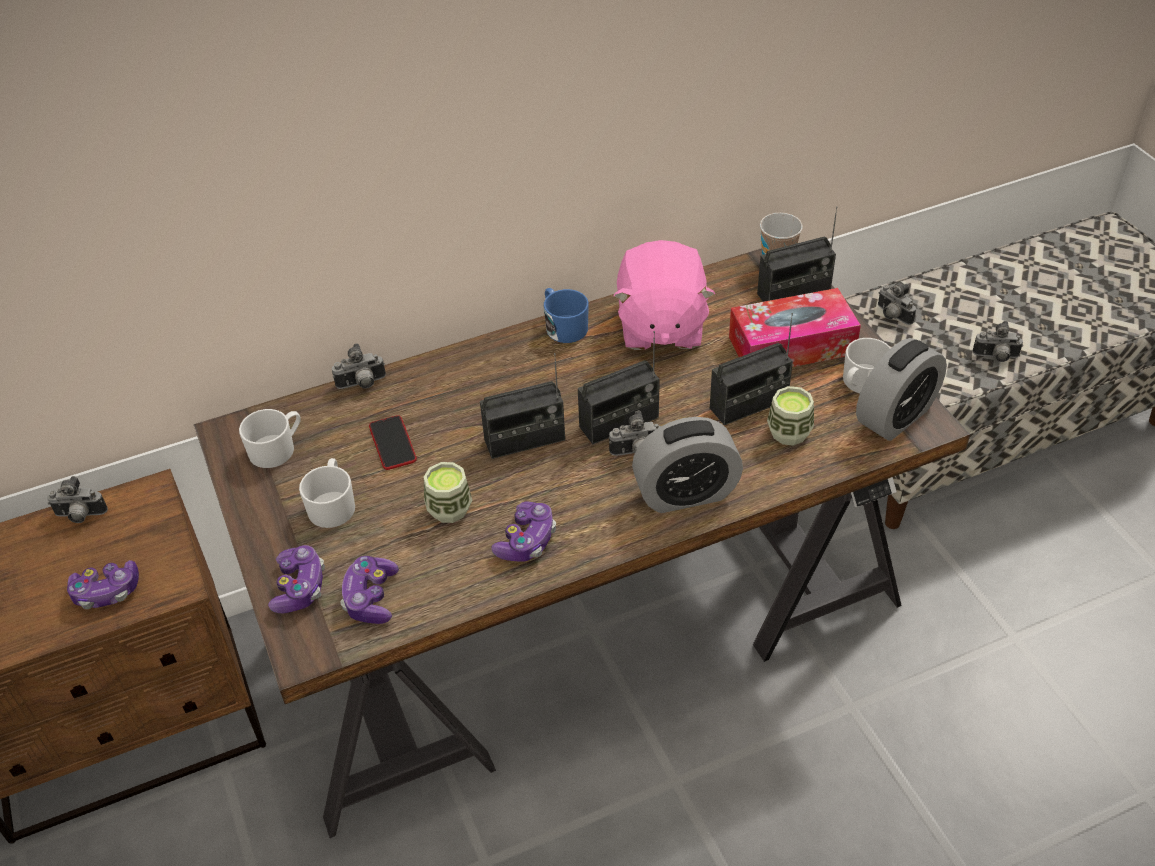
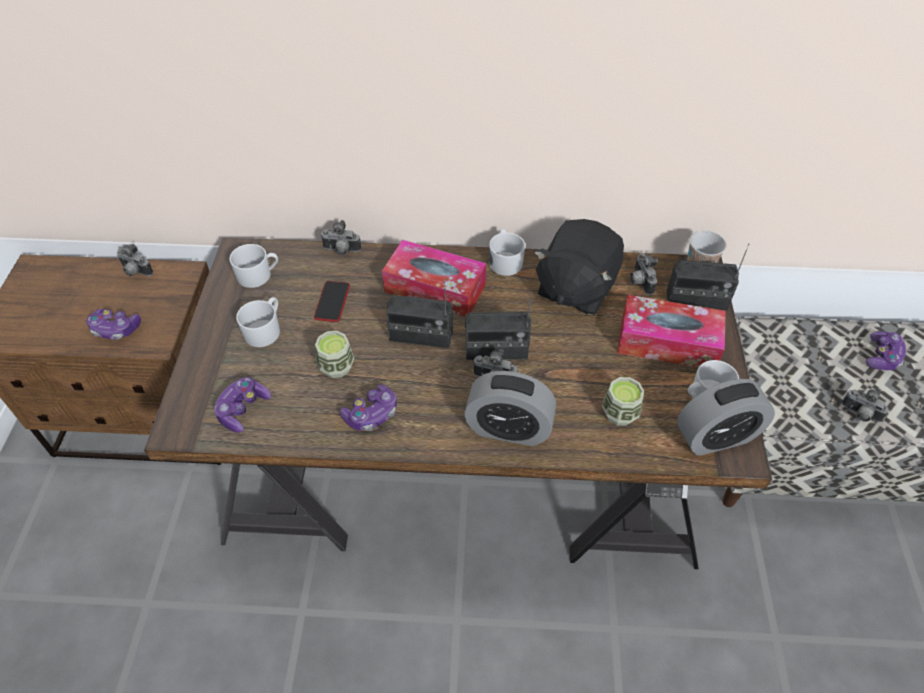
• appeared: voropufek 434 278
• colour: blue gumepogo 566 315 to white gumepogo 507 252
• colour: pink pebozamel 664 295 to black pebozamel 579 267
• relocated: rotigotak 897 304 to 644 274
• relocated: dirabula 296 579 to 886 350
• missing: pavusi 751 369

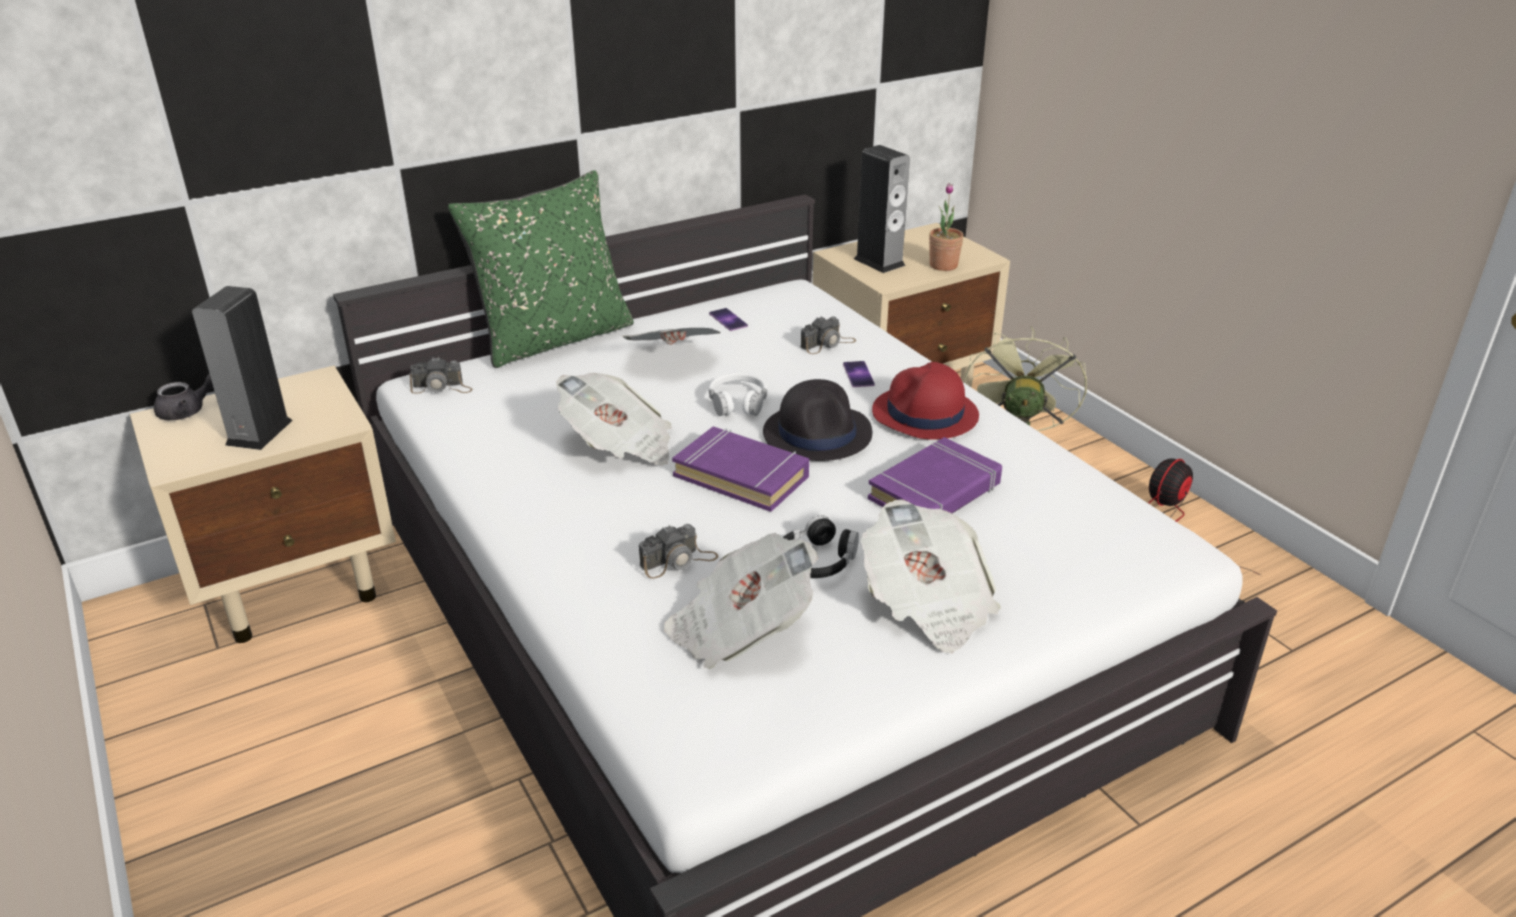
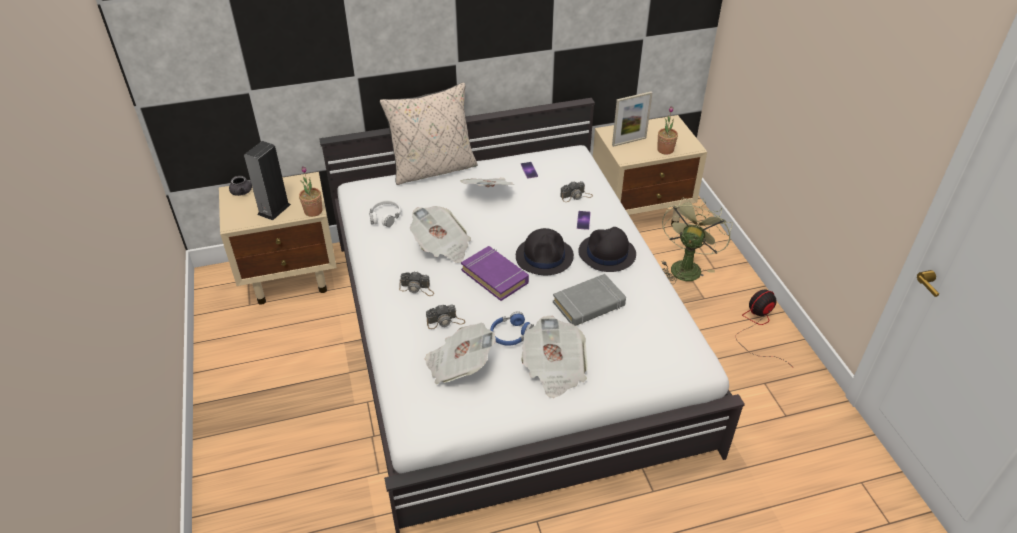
• appeared: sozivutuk 310 191
• relocated: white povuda 738 394 to 385 213
• colour: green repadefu 541 269 to beige repadefu 428 133
• relocated: rotigotak 441 375 to 416 284
• colour: black povuda 821 546 to blue povuda 512 328
• colour: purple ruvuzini 935 475 to grey ruvuzini 589 300
• colour: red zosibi 925 401 to black zosibi 607 249
• exchanged: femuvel 882 209 to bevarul 632 119

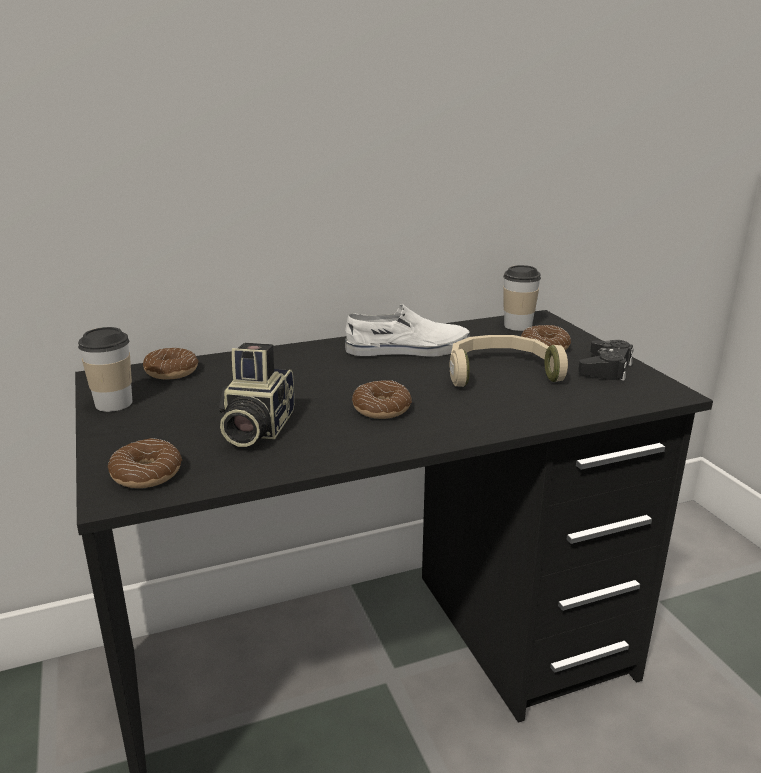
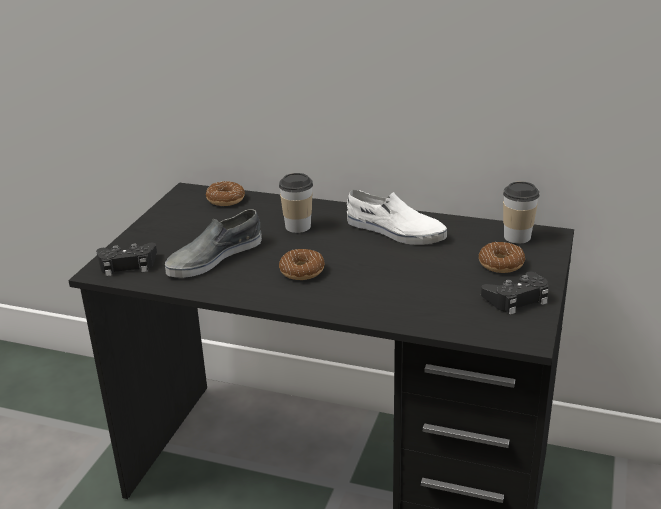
• exchanged: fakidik 145 463 to black dirabula 126 259
• exchanged: rotigotak 256 395 to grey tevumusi 213 243
• relocated: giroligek 105 369 to 296 203
• missing: beige povuda 509 361

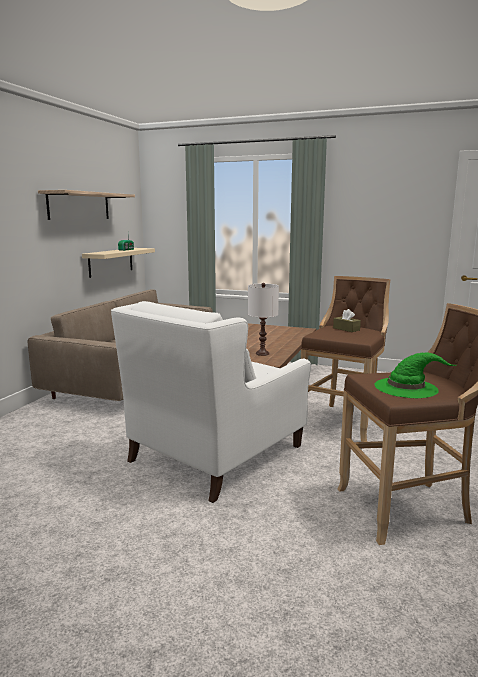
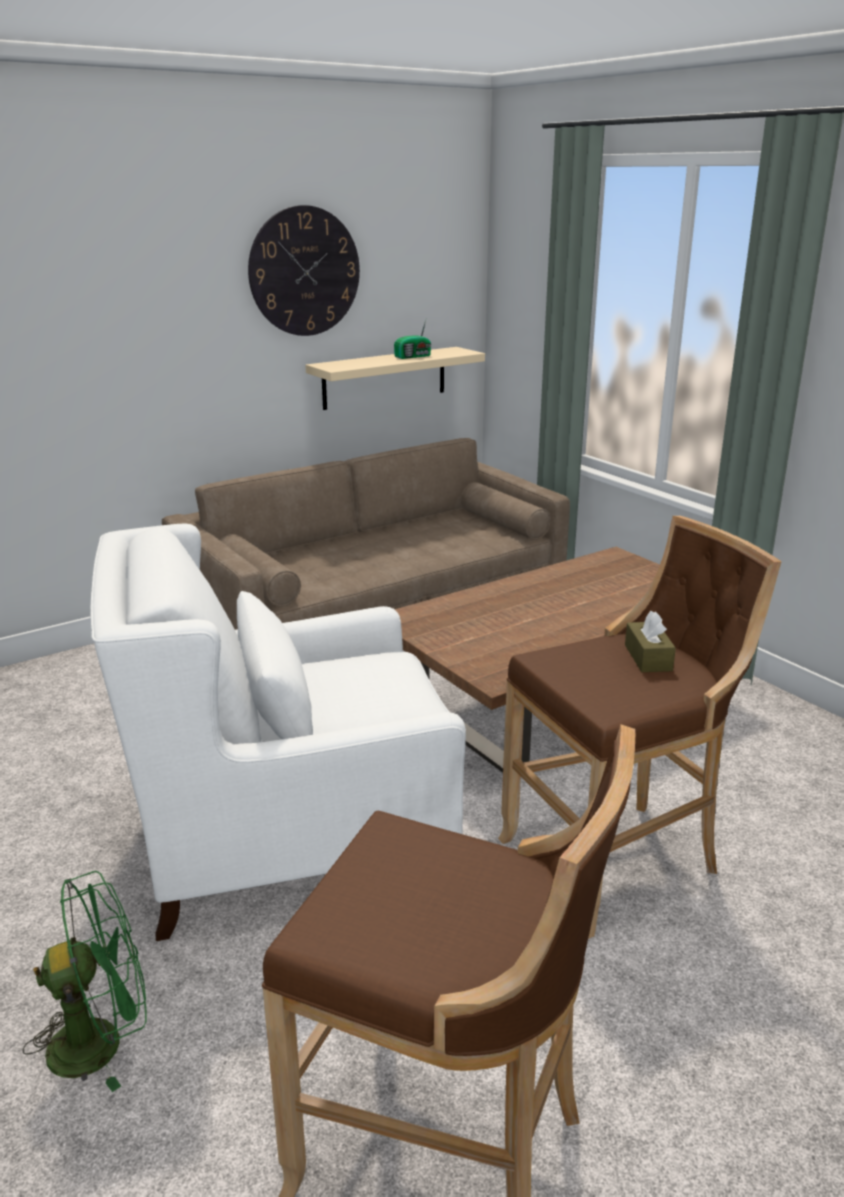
• appeared: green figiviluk 85 981
• exchanged: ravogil 86 205 to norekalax 304 270
• missing: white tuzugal 263 319
• missing: green zosibi 415 375

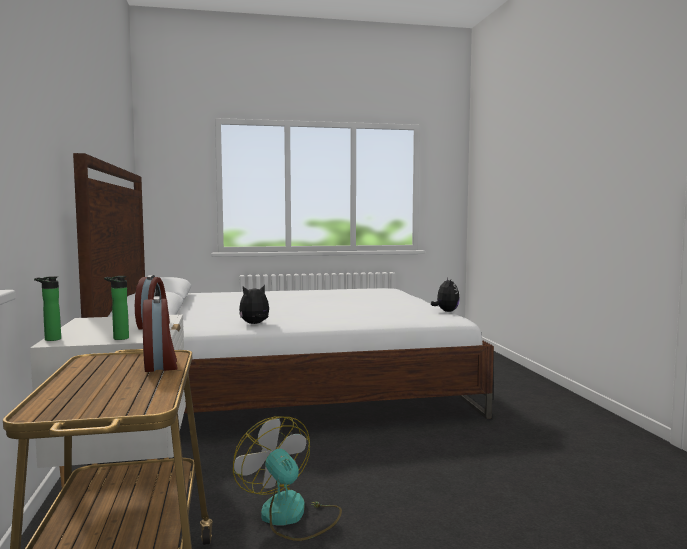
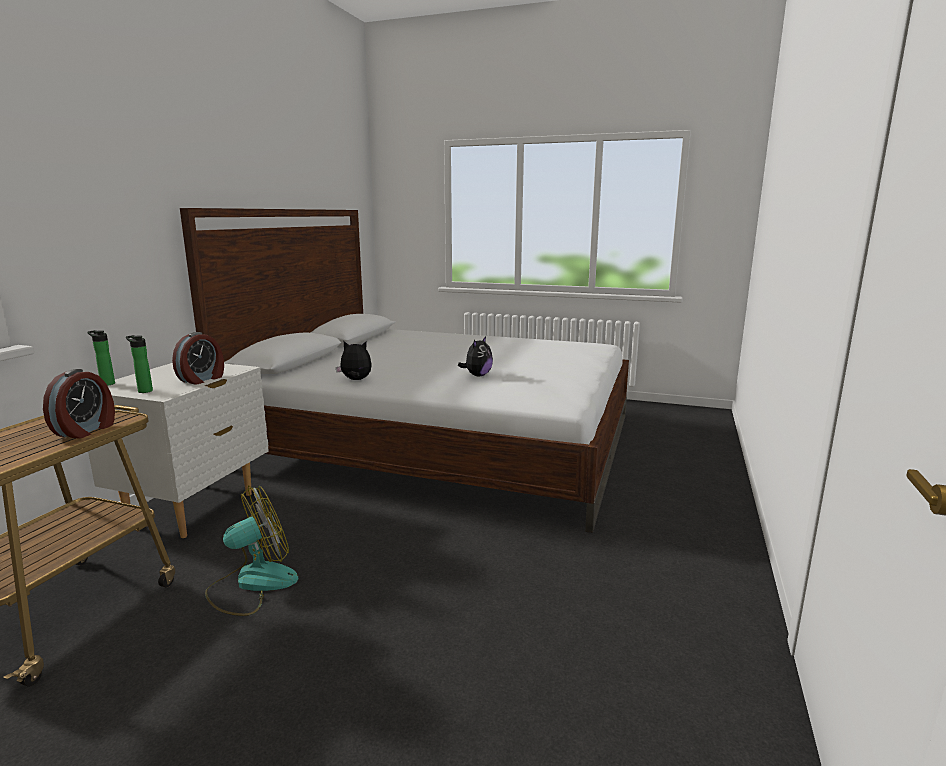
• spun: figiviluk 287 479 = 251 550 60 degrees clockwise
• relocated: pebozamel 445 294 to 475 356

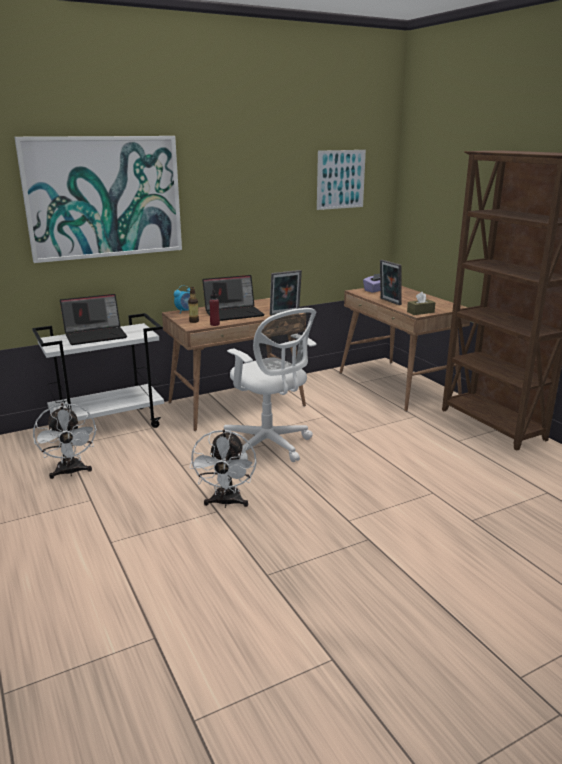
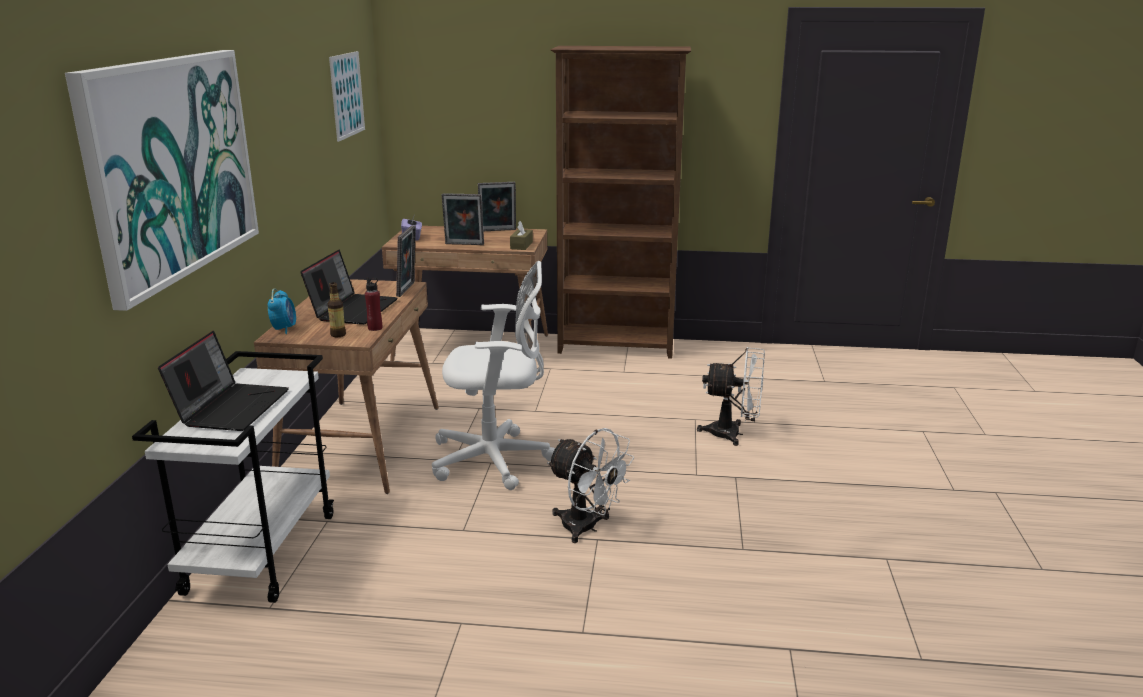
• appeared: bevarul 497 206
• relocated: white figiviluk 65 441 to 731 396

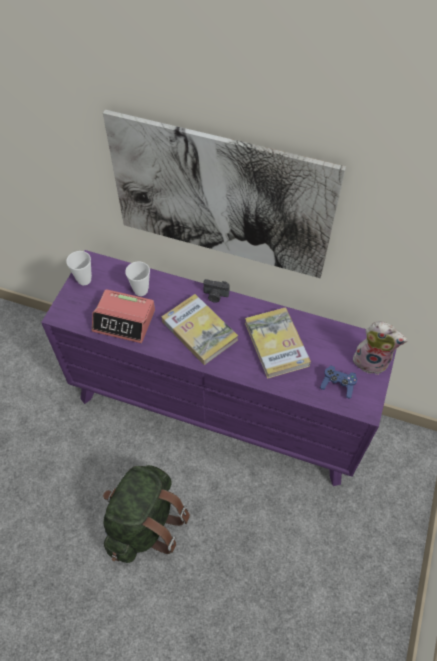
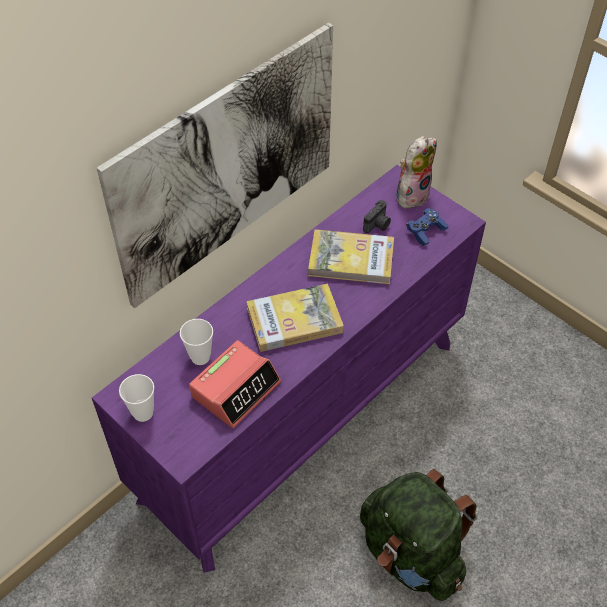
• relocated: rotigotak 216 291 to 377 216

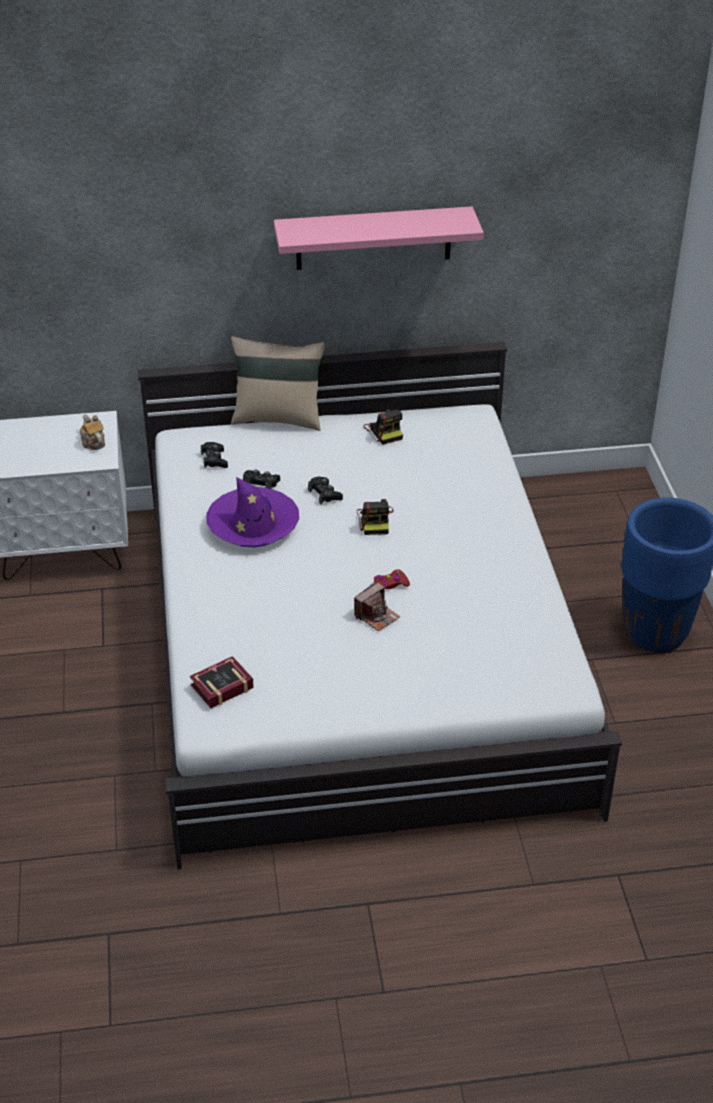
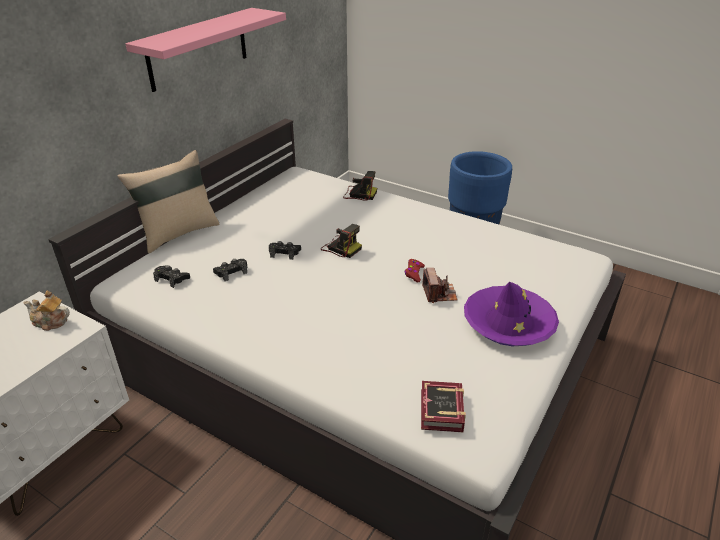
• relocated: rotigotak 383 426 to 360 186
• relocated: purple zosibi 253 512 to 511 314

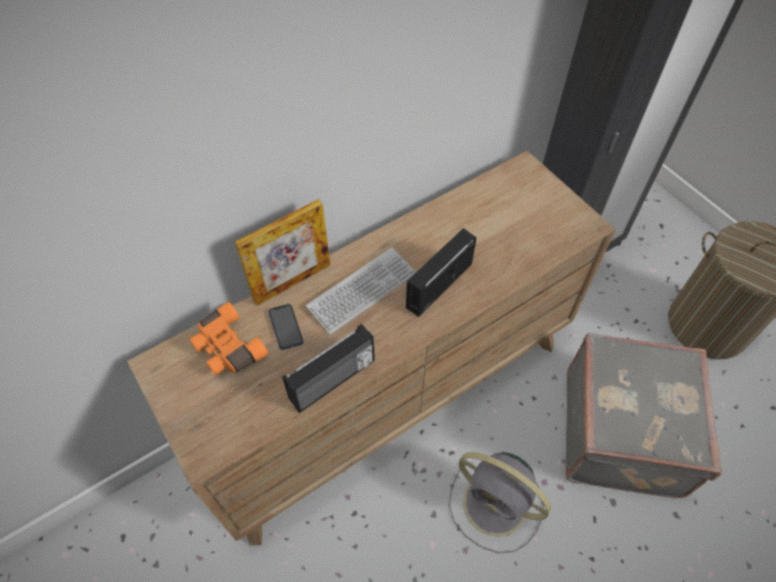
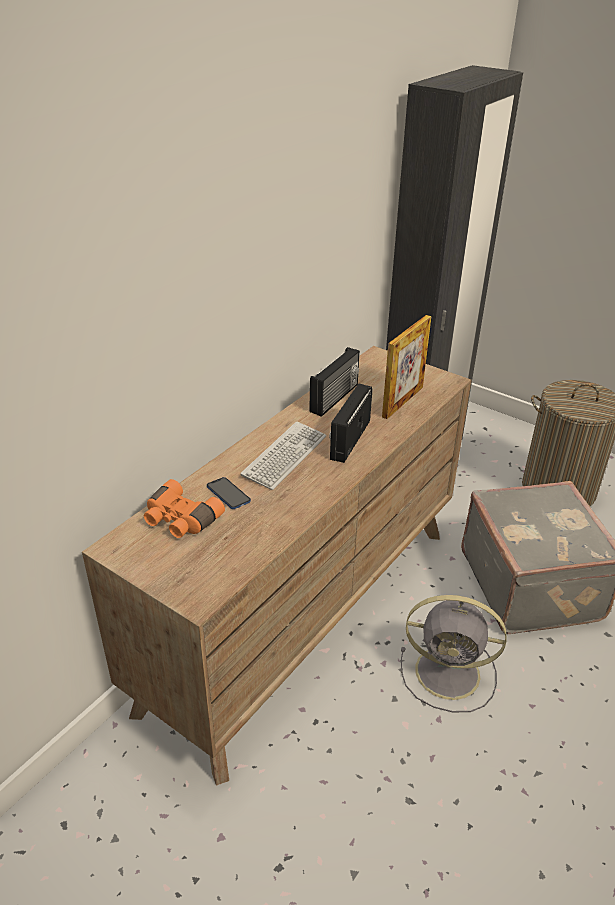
• relocated: pavusi 328 368 to 334 382
• relocated: bevarul 282 252 to 407 367

